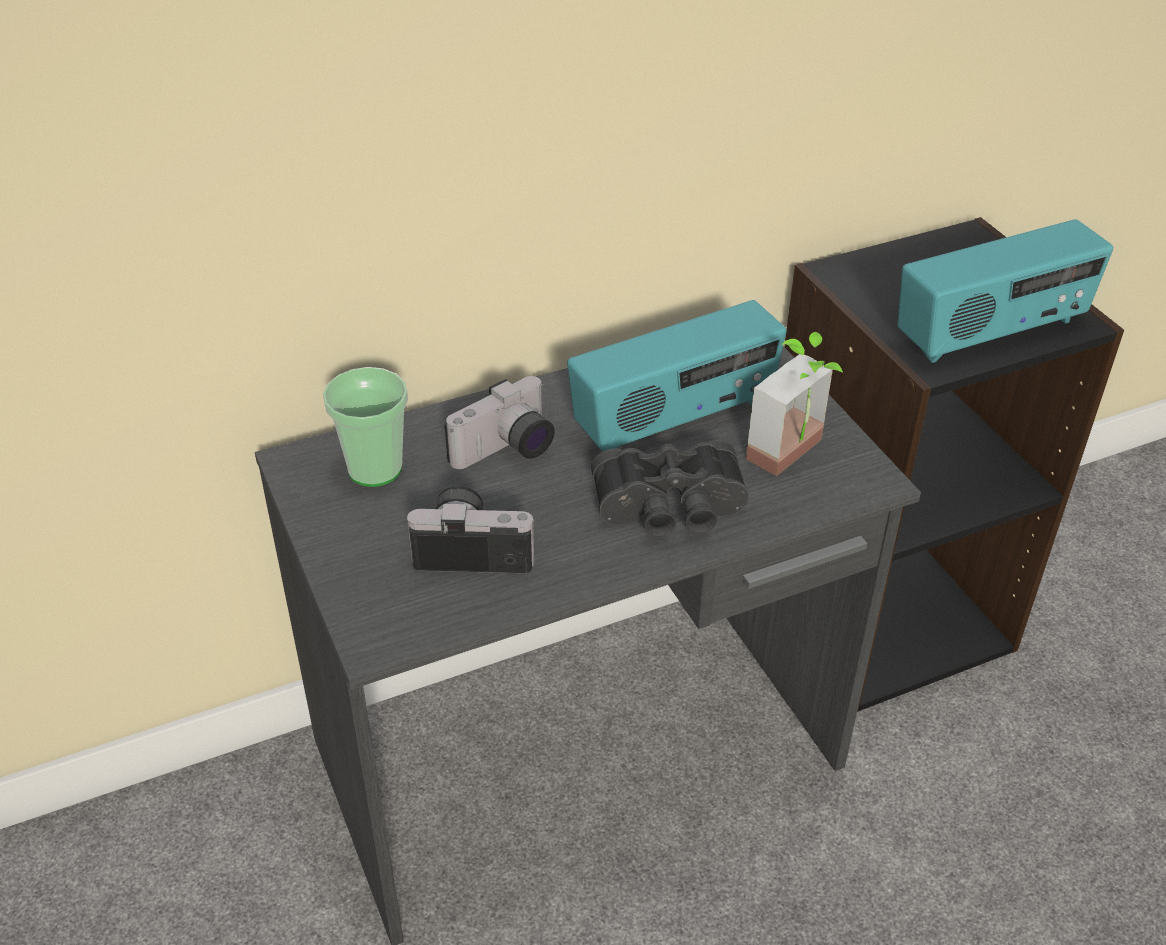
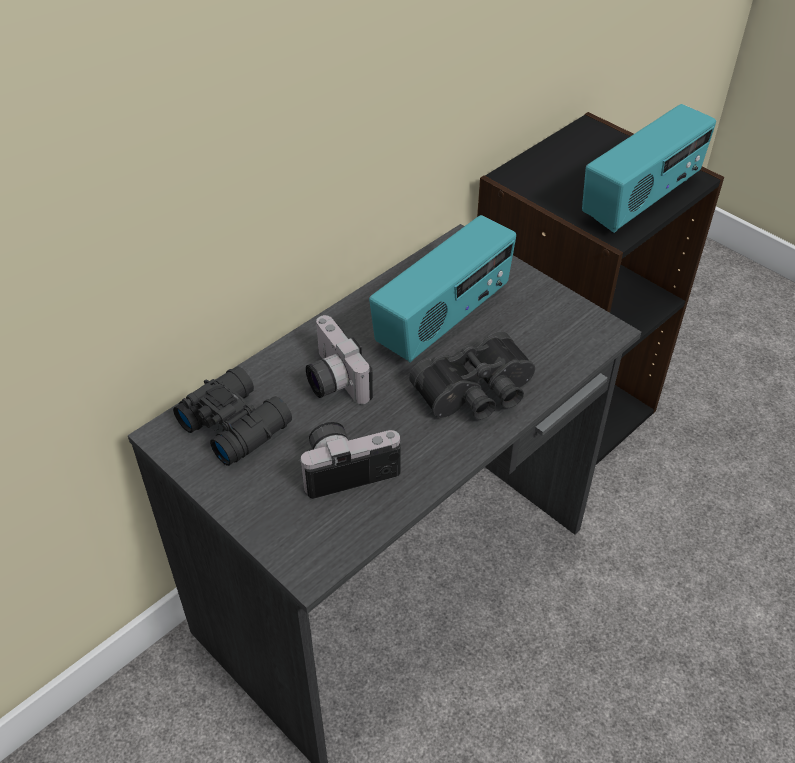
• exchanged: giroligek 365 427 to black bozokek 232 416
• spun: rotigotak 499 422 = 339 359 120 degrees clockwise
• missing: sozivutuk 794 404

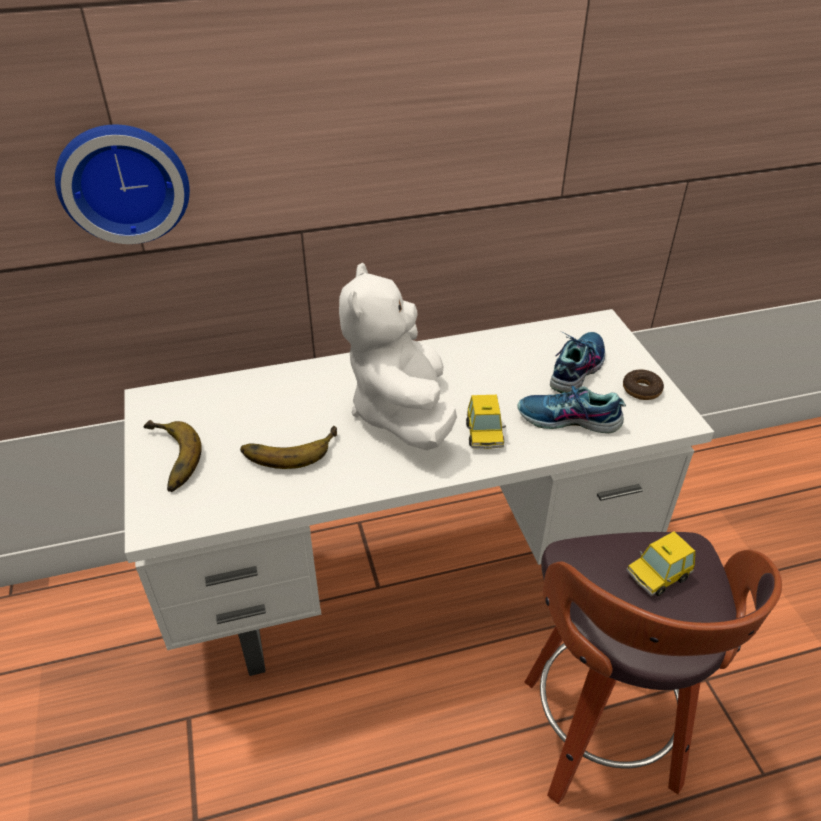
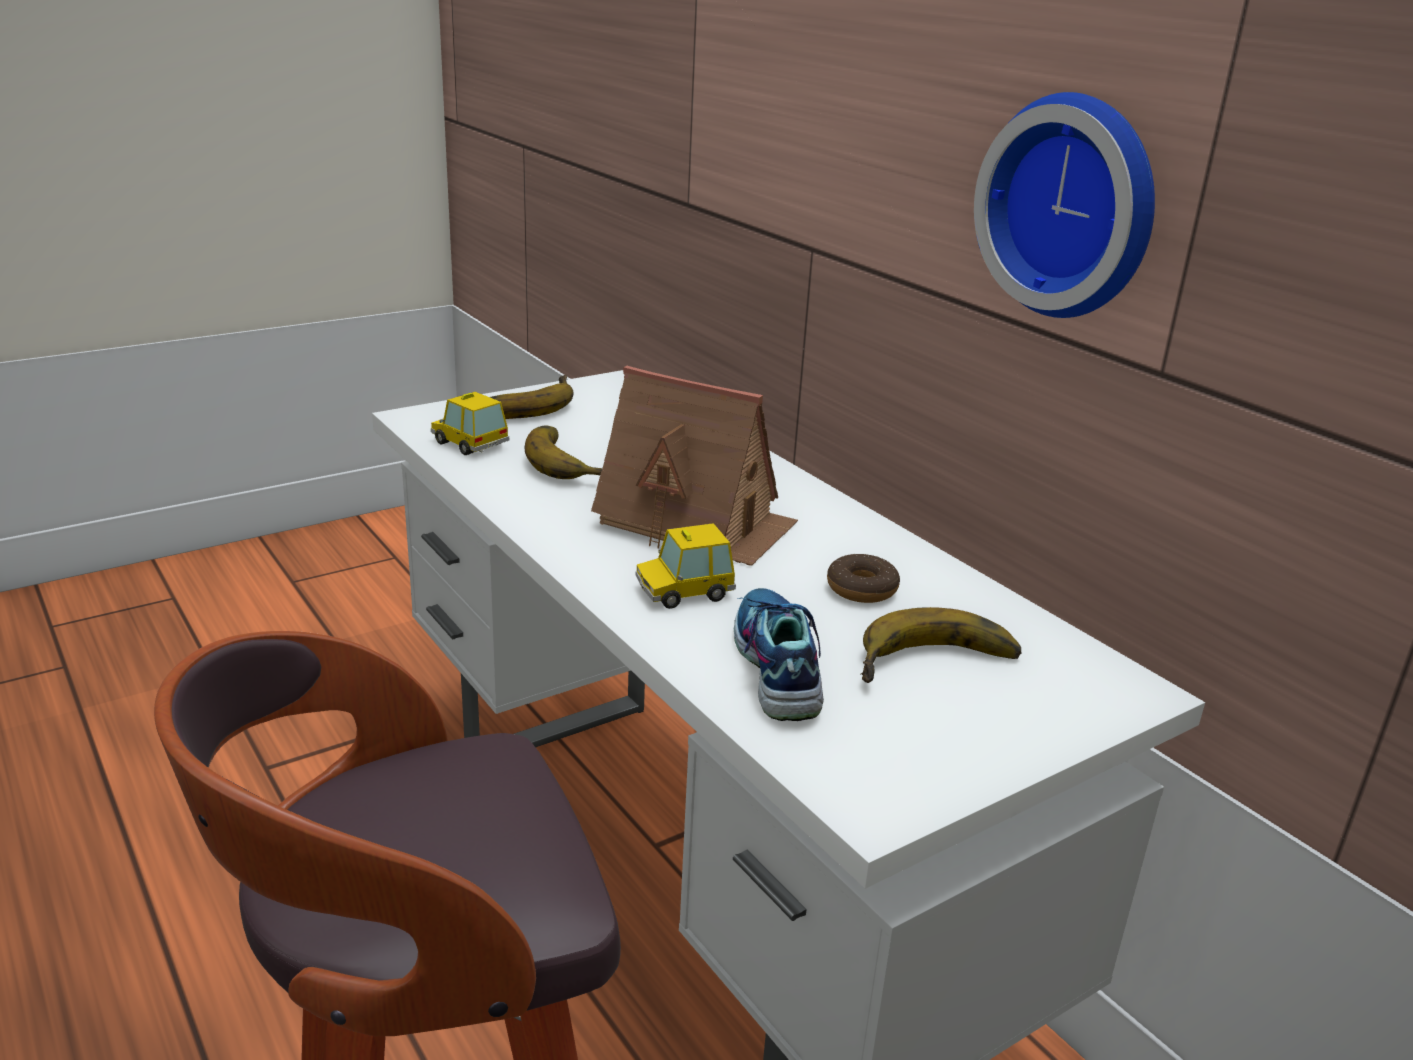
• relocated: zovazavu 660 563 to 470 423
• exchanged: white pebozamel 398 356 to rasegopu 694 466
• relocated: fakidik 643 384 to 863 578
• exchanged: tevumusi 577 362 to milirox 941 645
• relocated: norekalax 122 184 to 1064 205

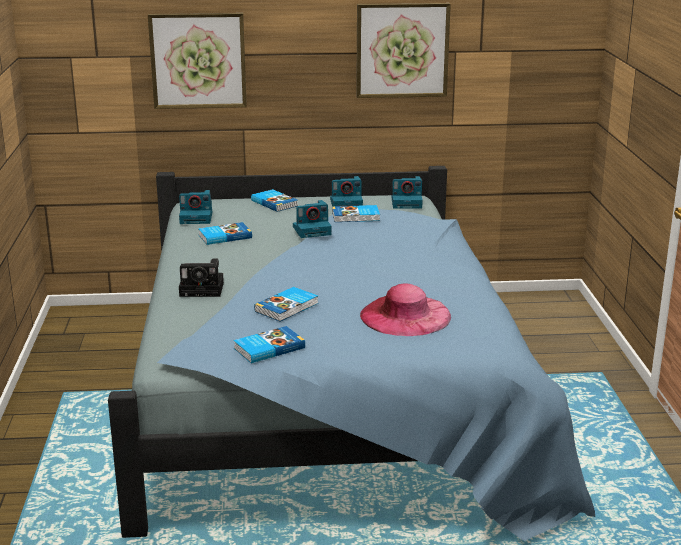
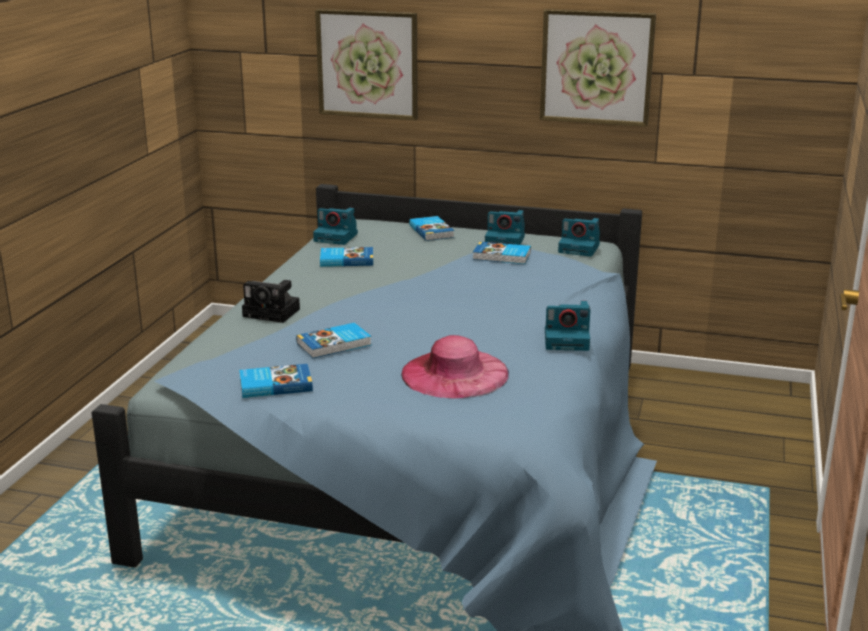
• relocated: rotigotak 312 219 to 567 326

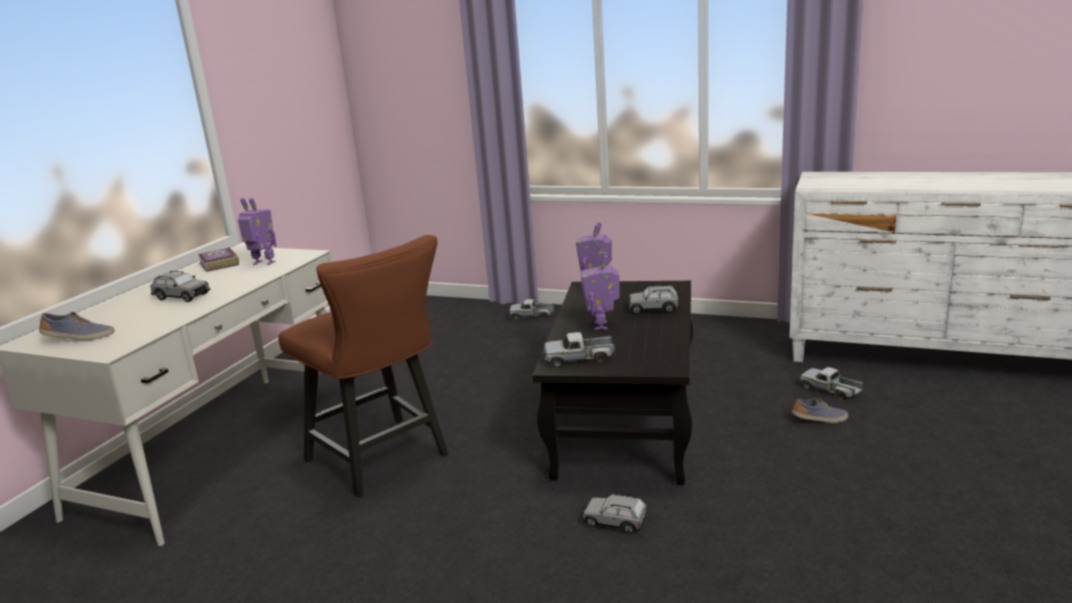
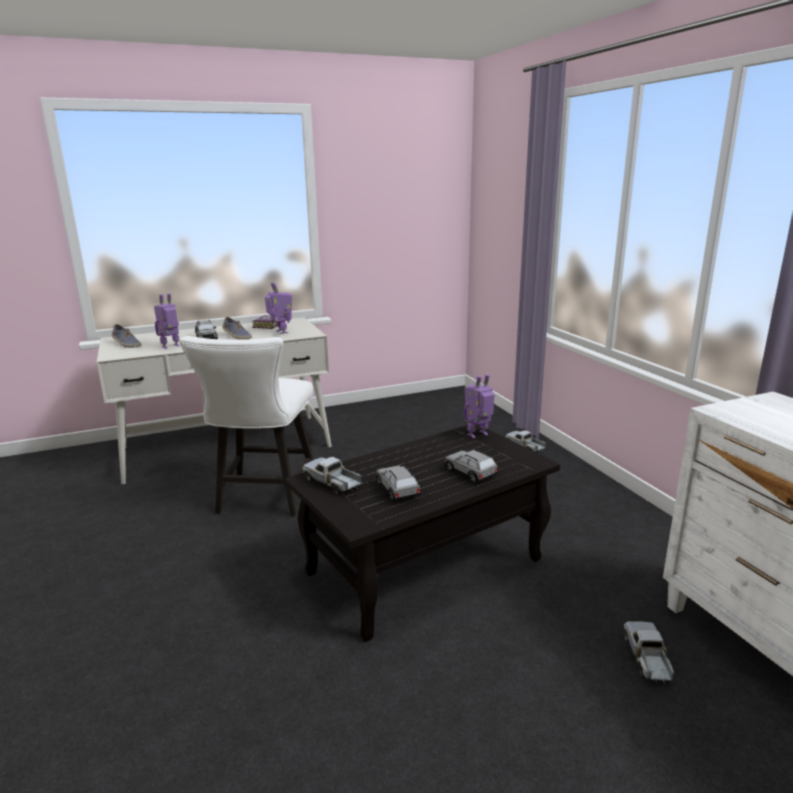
• relocated: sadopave 600 291 to 167 321
• colour: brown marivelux 363 366 to white marivelux 246 426
• relocated: tevumusi 820 410 to 237 328
• relocated: grey zovazavu 615 514 to 398 483

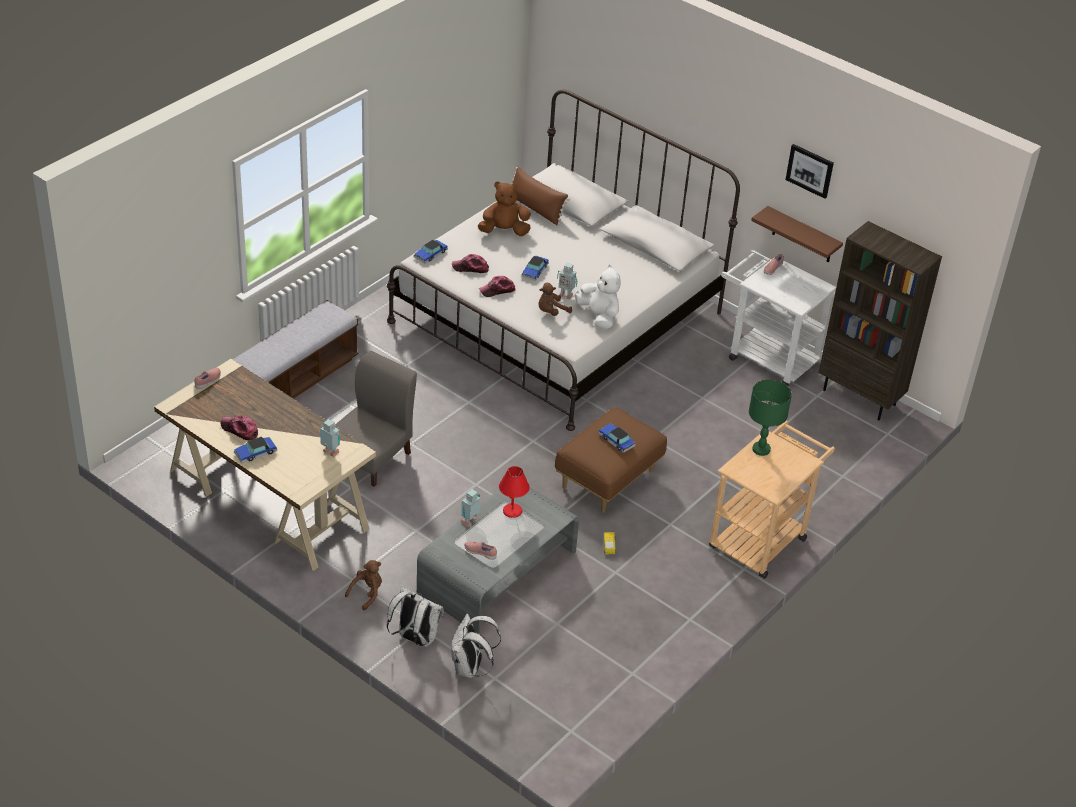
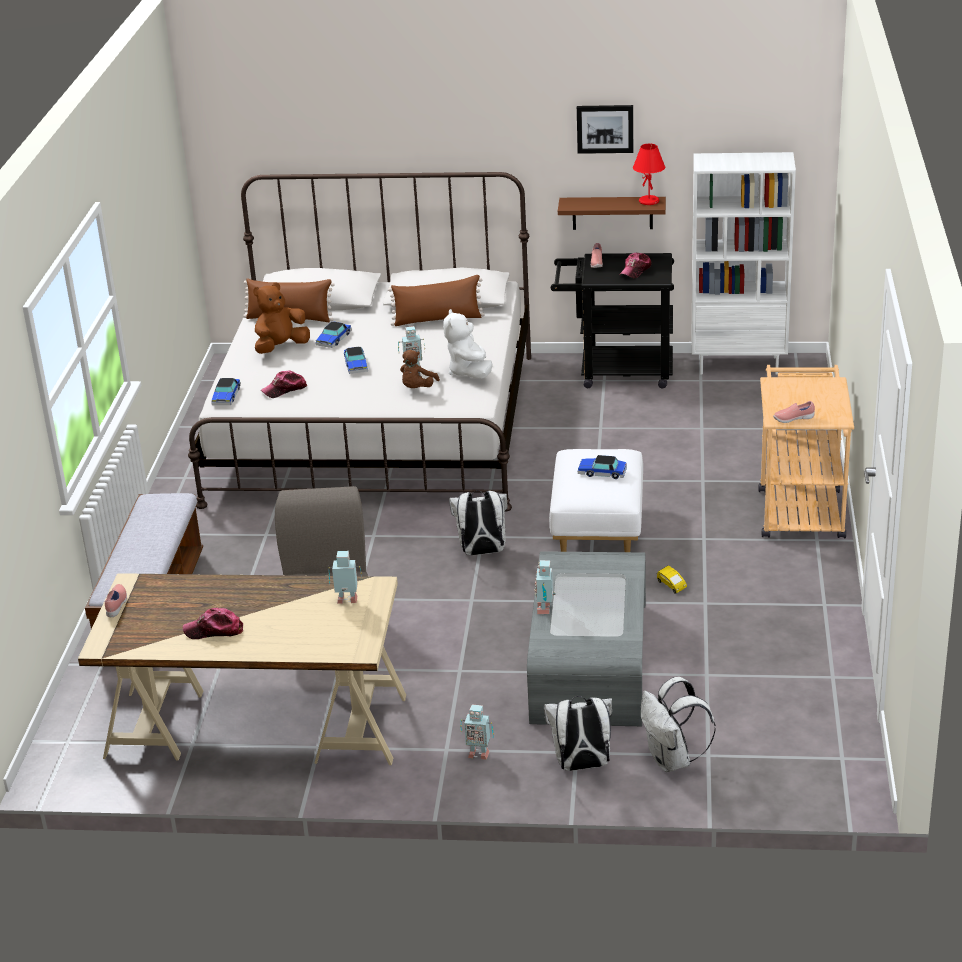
• relocated: zovazavu 255 450 to 333 335
• appeared: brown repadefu 436 300
• spun: white pebozamel 598 296 = 468 344 120 degrees counterclockwise
• appeared: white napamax 478 523
• exchanged: brown pebozamel 363 585 to sadopave 477 732
• colour: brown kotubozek 611 460 to white kotubozek 596 500
• colour: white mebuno 778 318 to black mebuno 612 321
• relocated: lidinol 497 286 to 635 265
• relocated: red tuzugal 514 492 to 649 174
• colour: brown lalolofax 880 320 to white lalolofax 744 263
• relocated: pink tevumusi 480 551 to 794 412
• missing: green tuzugal 770 417

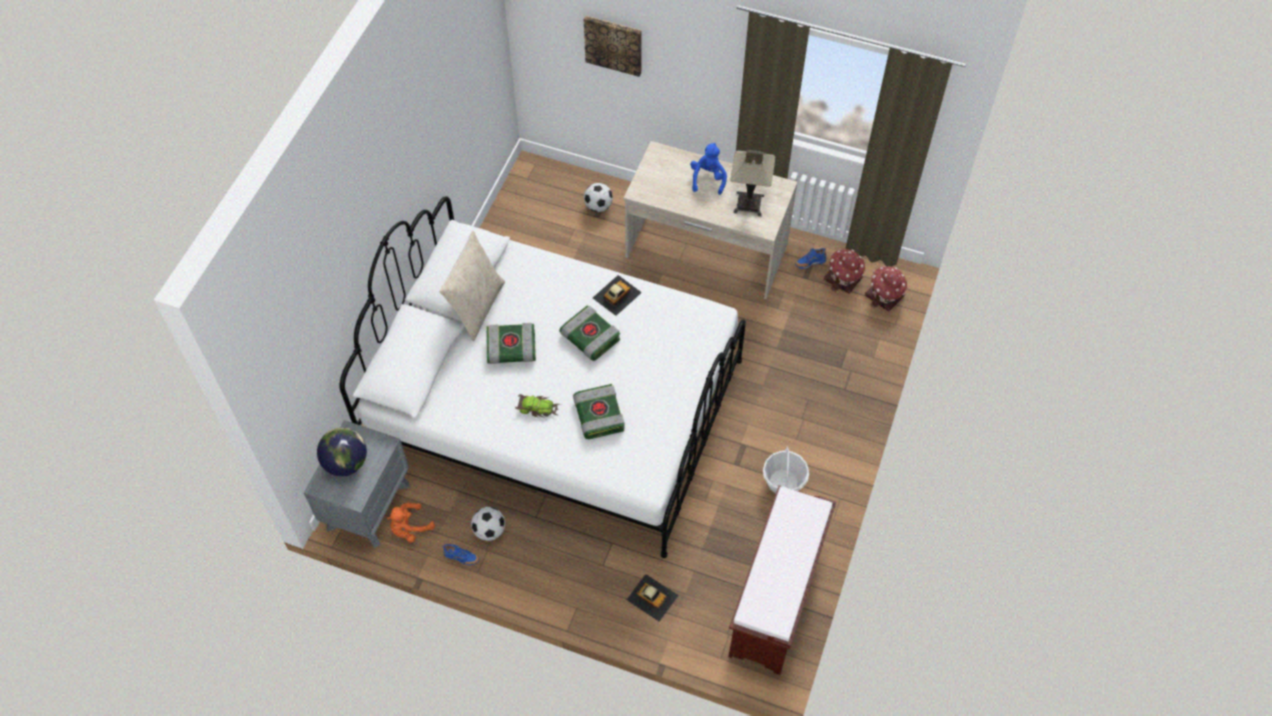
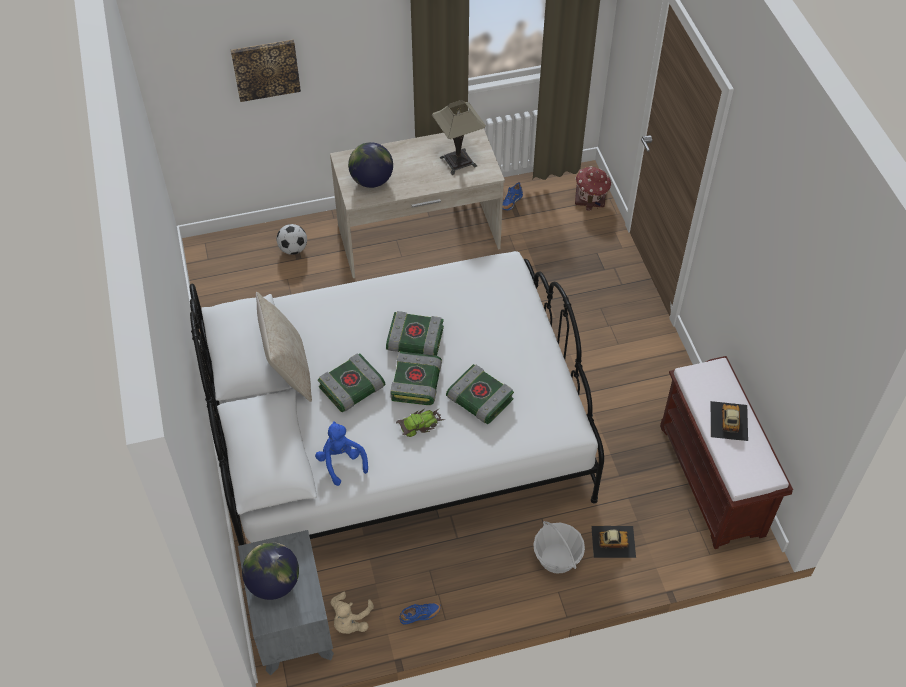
• relocated: blue pebozamel 708 169 to 341 453
• colour: orange pebozamel 411 523 to beige pebozamel 352 613
• appeared: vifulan 370 165
• appeared: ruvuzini 416 378
• relocated: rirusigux 786 469 to 559 547
• relocated: zovazavu 617 295 to 729 421
• missing: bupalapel 488 524
• missing: rasegopu 844 271

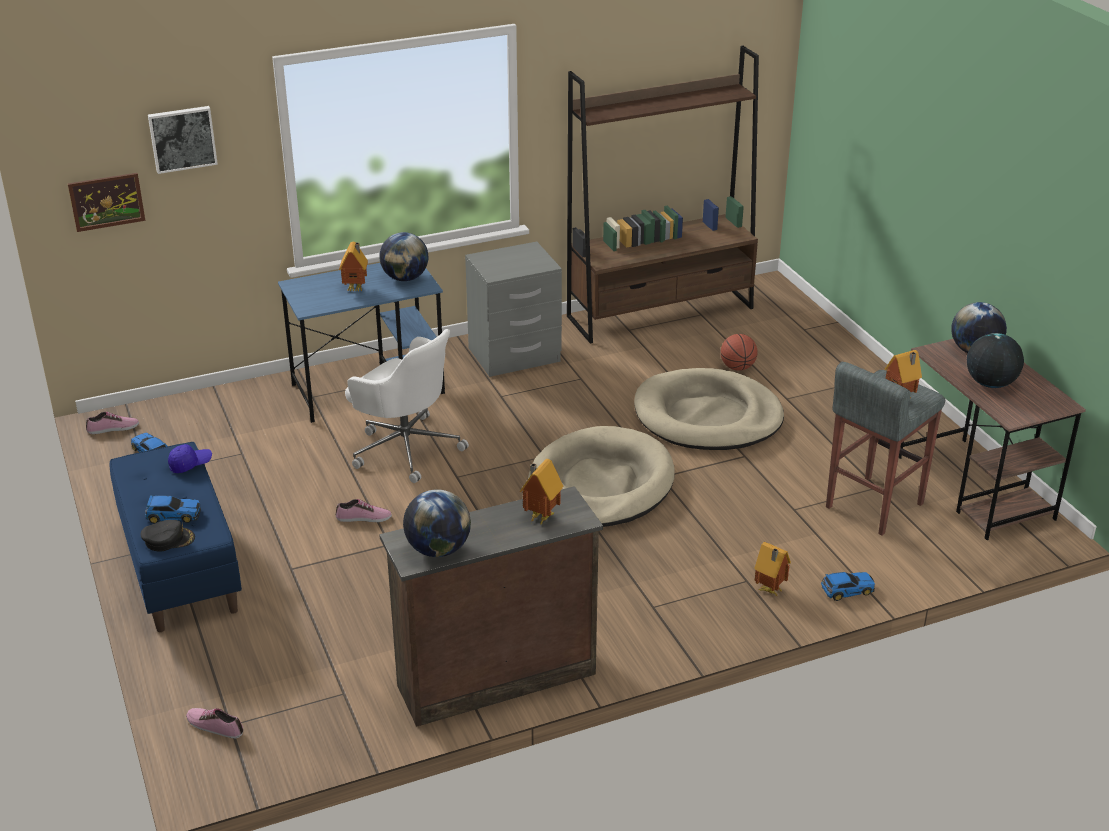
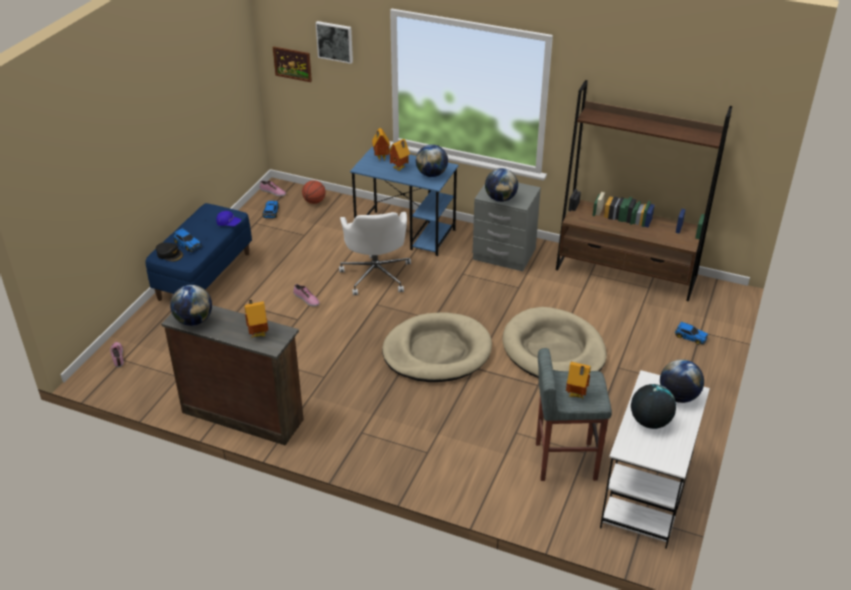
• relocated: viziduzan 739 352 to 314 192
• relocated: rasegopu 772 569 to 381 144
• appeared: vifulan 501 185
• colour: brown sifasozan 992 439 to white sifasozan 655 459
• relocated: zovazavu 848 586 to 691 333

